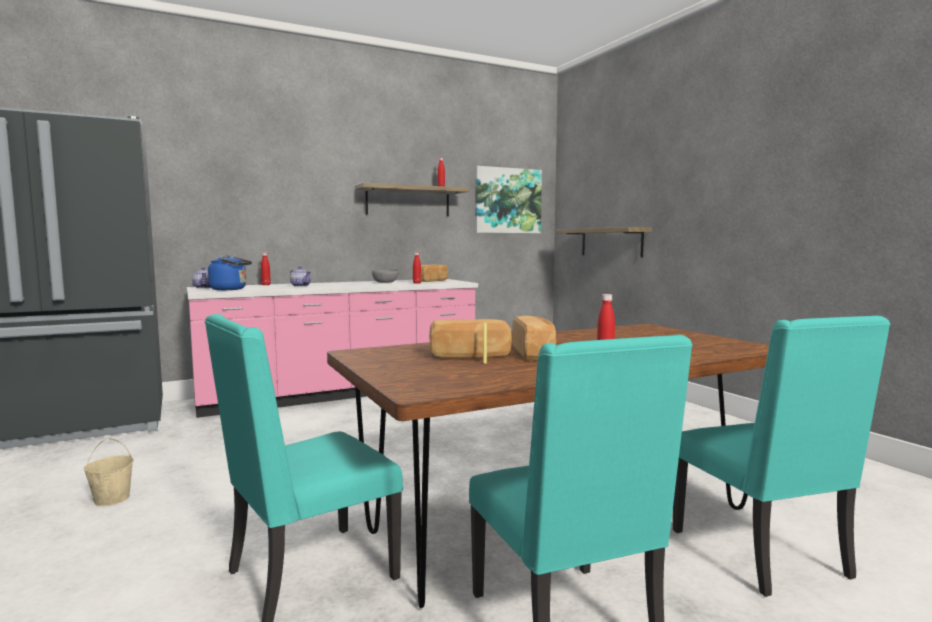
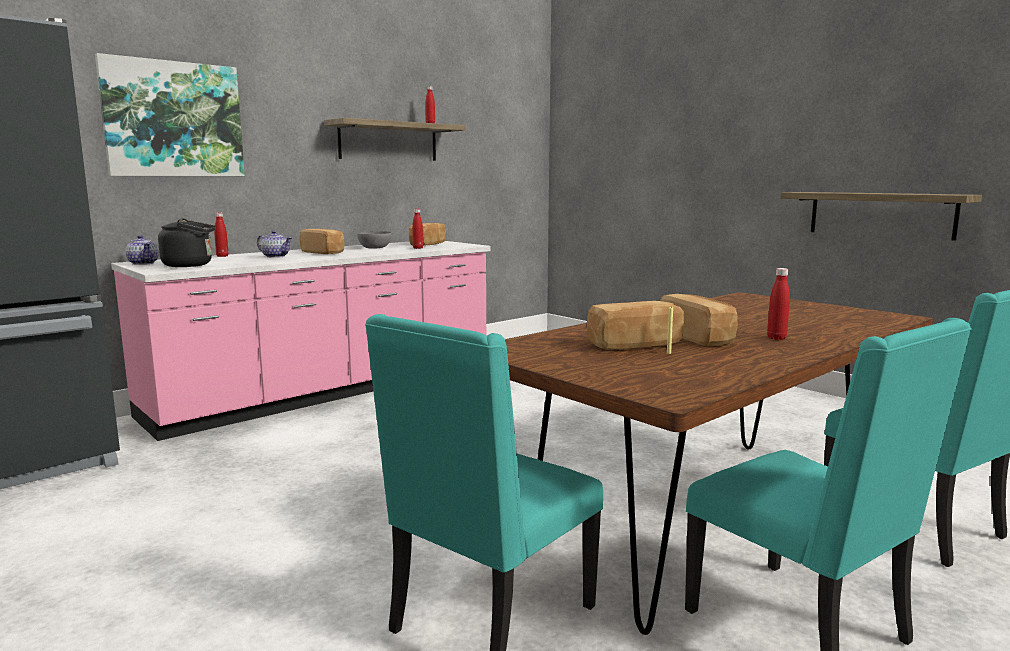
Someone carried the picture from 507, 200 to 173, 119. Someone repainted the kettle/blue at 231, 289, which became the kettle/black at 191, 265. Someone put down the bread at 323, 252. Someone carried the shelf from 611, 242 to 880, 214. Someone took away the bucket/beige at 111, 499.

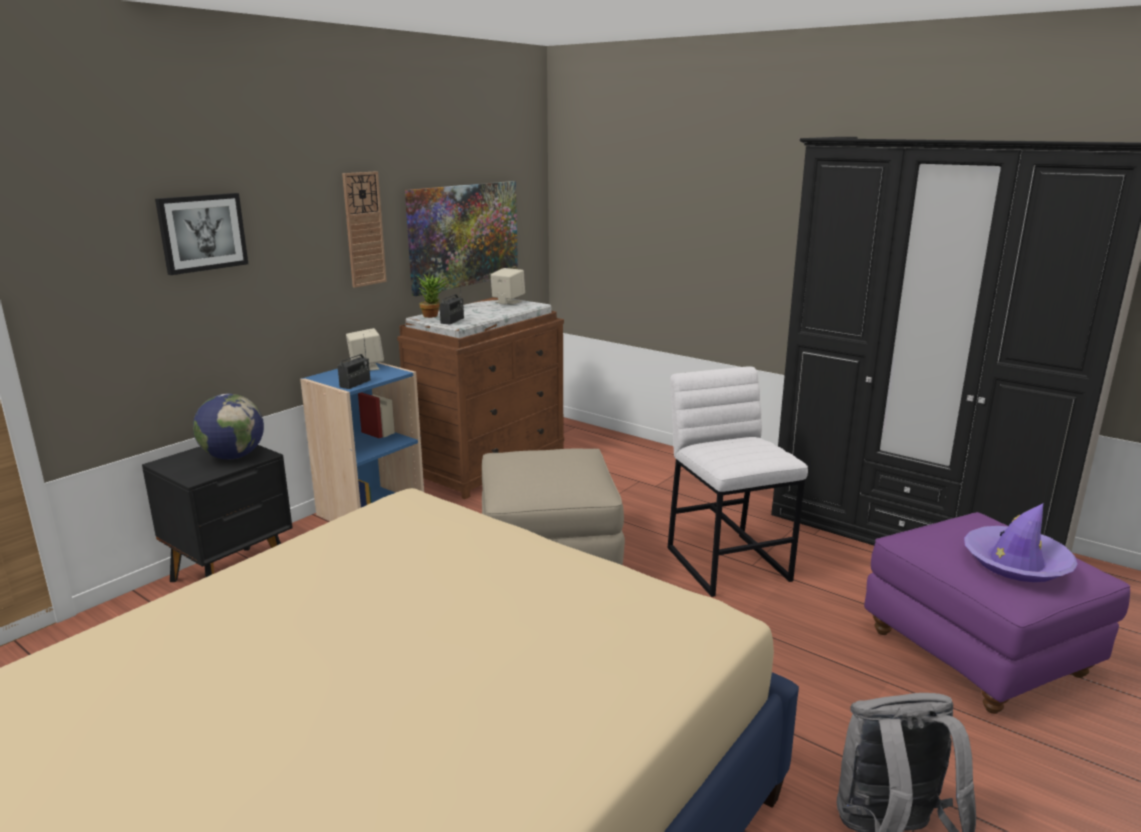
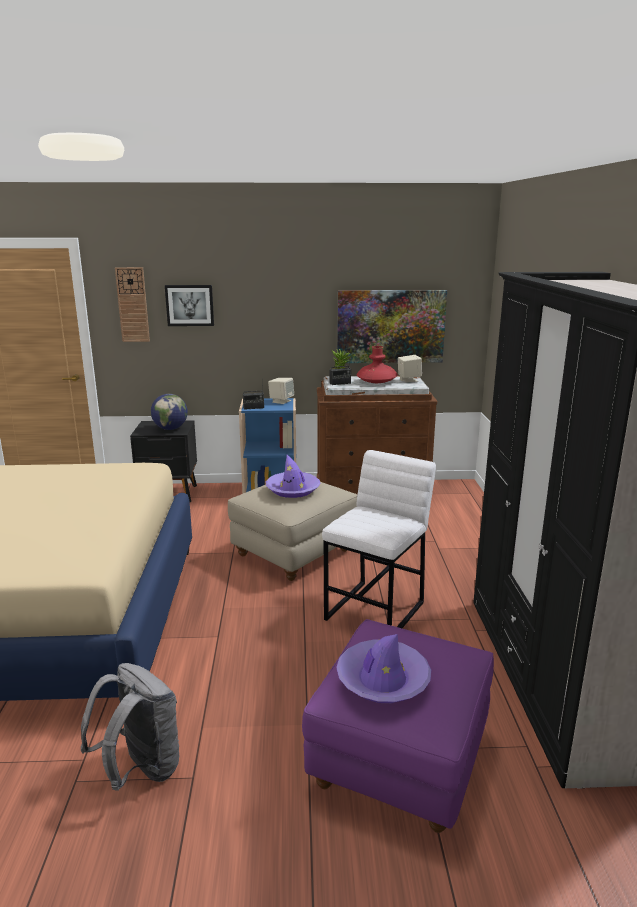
Someone carried the wall clock from 364, 229 to 132, 305. Someone put down the hat/purple at 293, 489. Someone put down the vase/red at 376, 382.

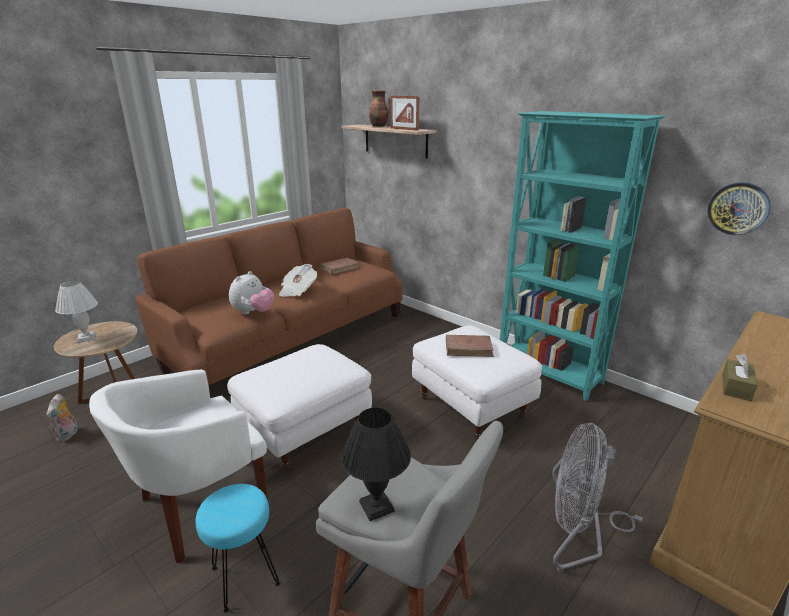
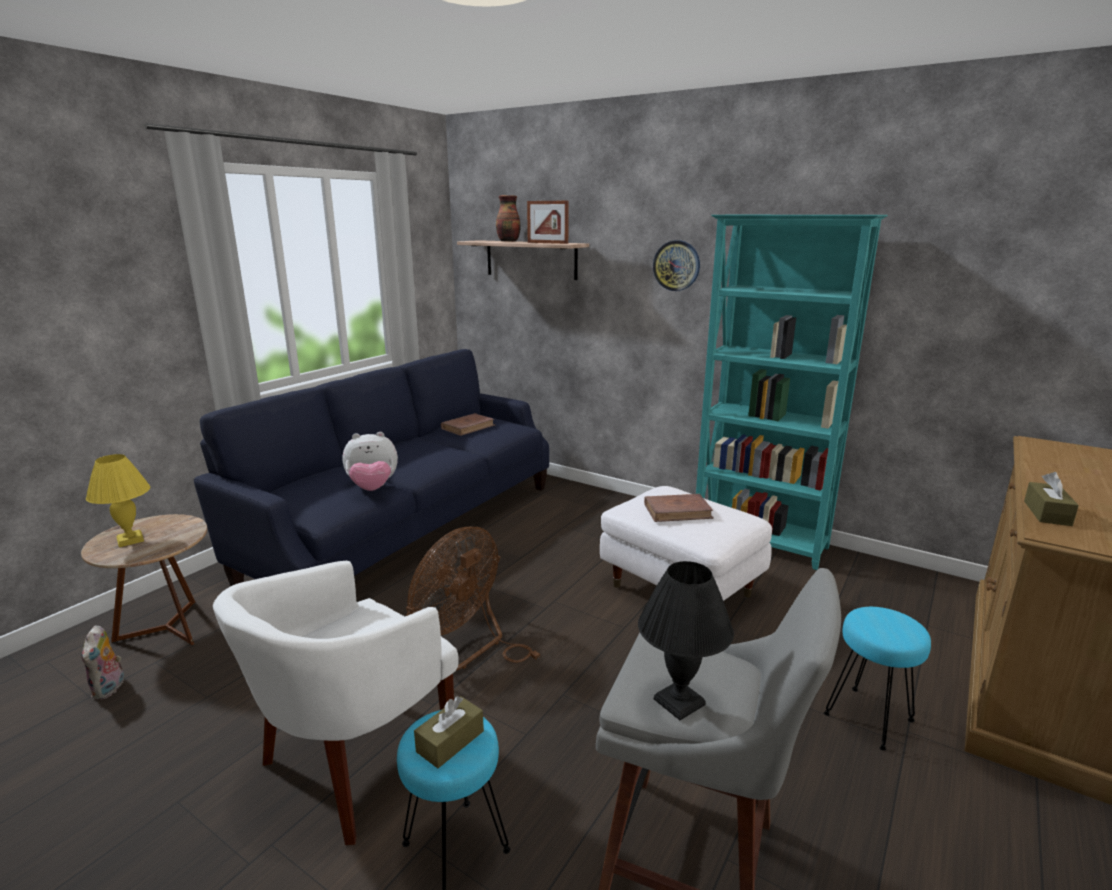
Someone repainted the table lamp/white at 86, 338, which became the table lamp/yellow at 129, 540. Someone repainted the sofa/brown at 289, 339, which became the sofa/blue at 406, 528. Someone rotated the plush toy at 253, 312 by 60 degrees clockwise. Someone swapped the ottoman/white at 304, 432 for the fan/brown at 471, 646. Someone put down the tissue box/brown at 450, 741. Someone carried the wall clock from 738, 208 to 676, 265. Someone swapped the fan/grey at 581, 526 for the stool/turquoise at 869, 718. Someone took away the newspaper at 297, 291.

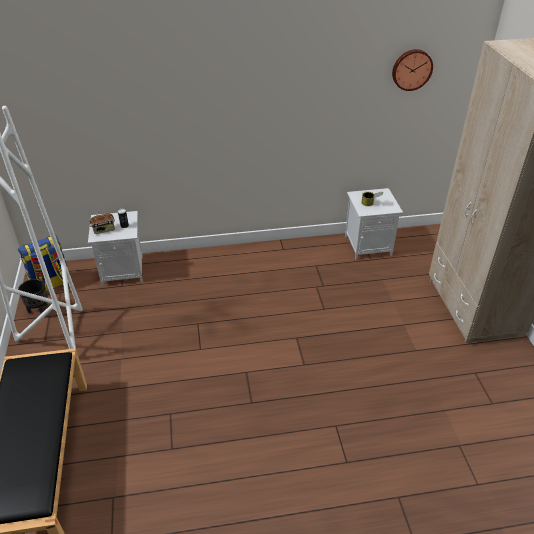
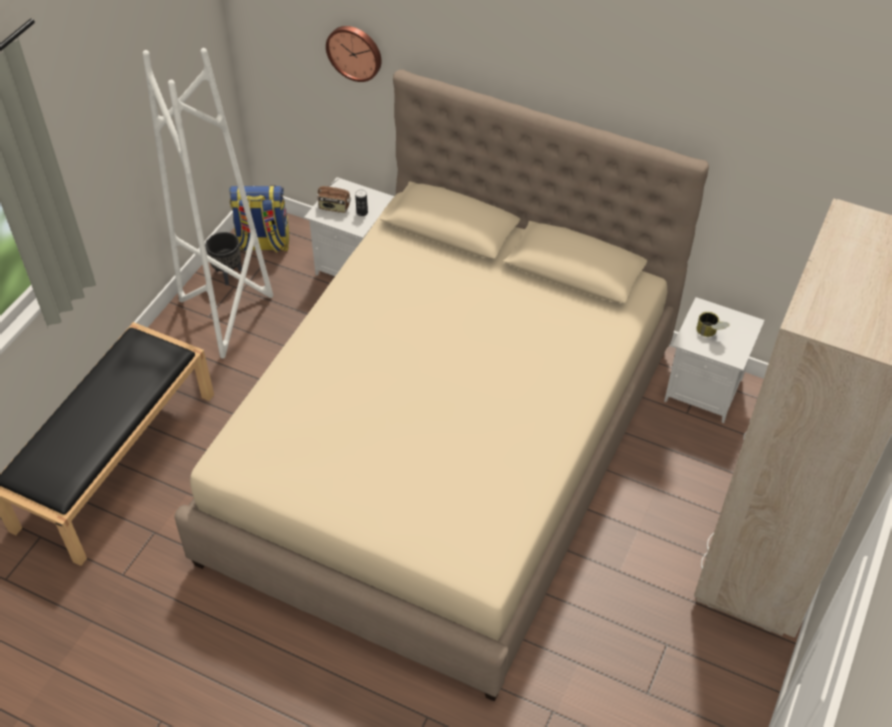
Someone put down the bed/beige at 447, 451. Someone carried the wall clock from 411, 69 to 355, 52.

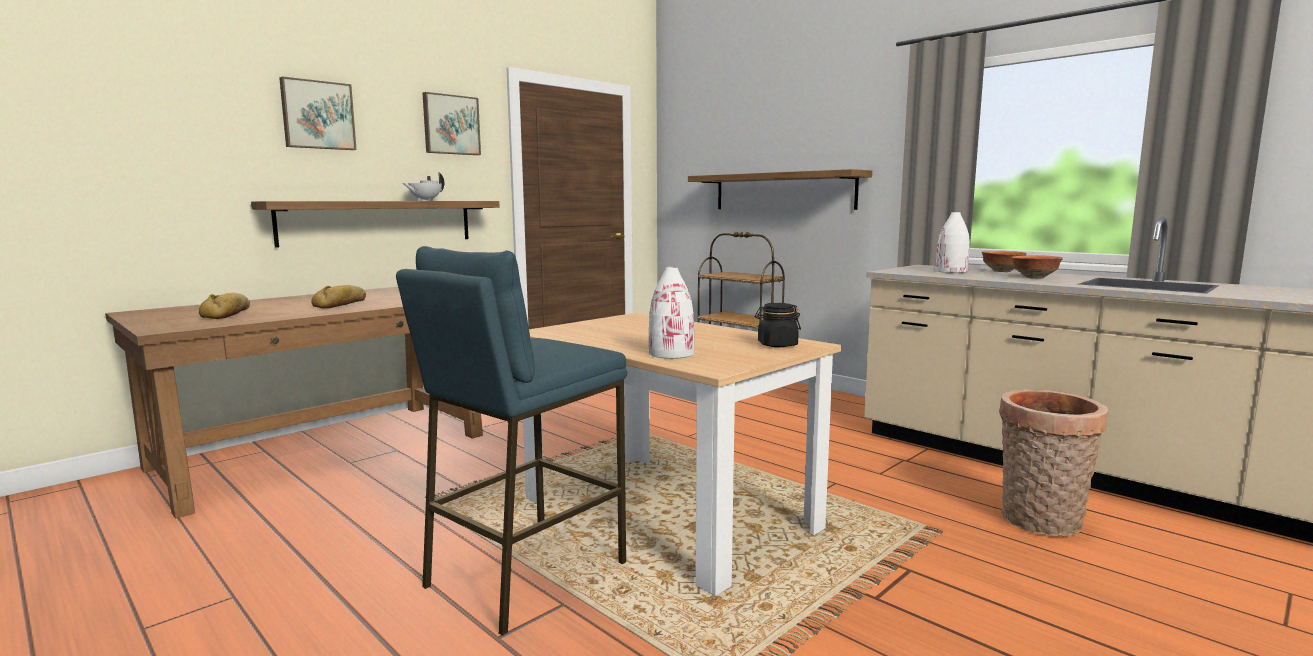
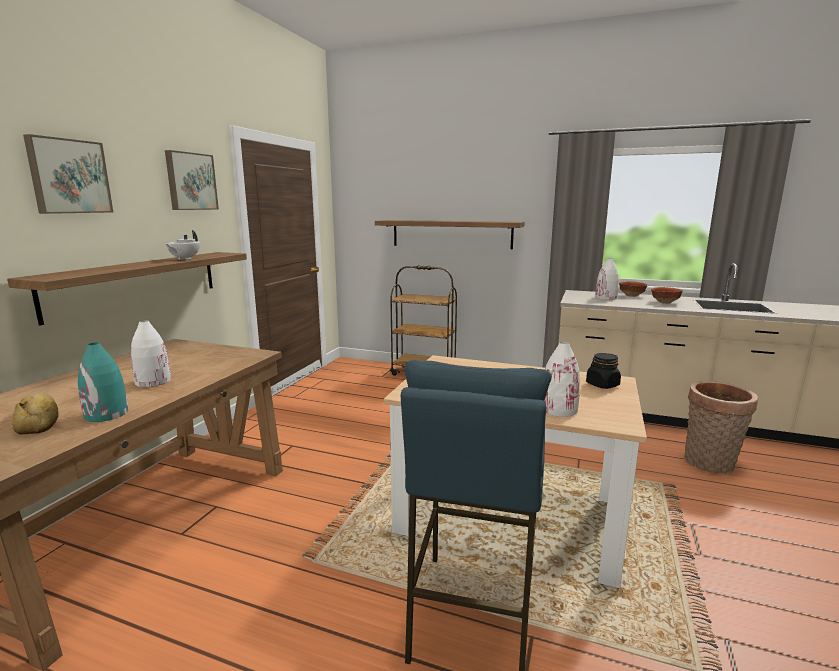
Someone put down the vase/turquoise at 106, 414. Someone swapped the bread at 342, 304 for the vase/white at 152, 381.

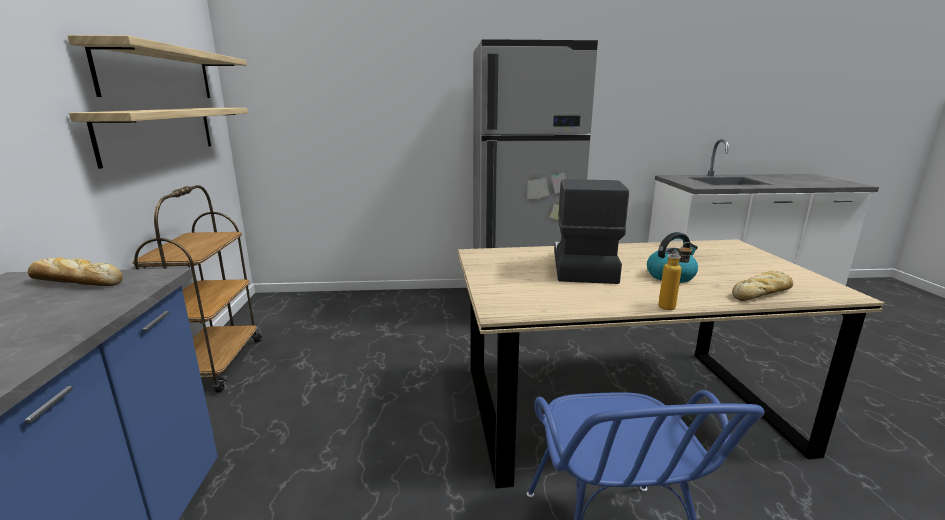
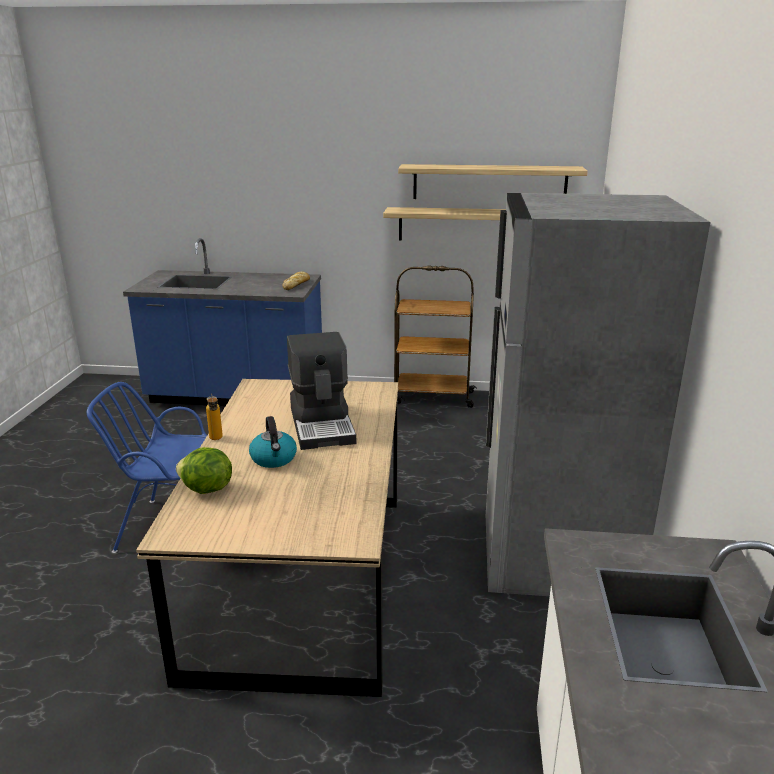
Someone swapped the bread at 762, 293 for the lettuce at 206, 490. Someone rotated the coffee machine at 582, 266 by 60 degrees clockwise.

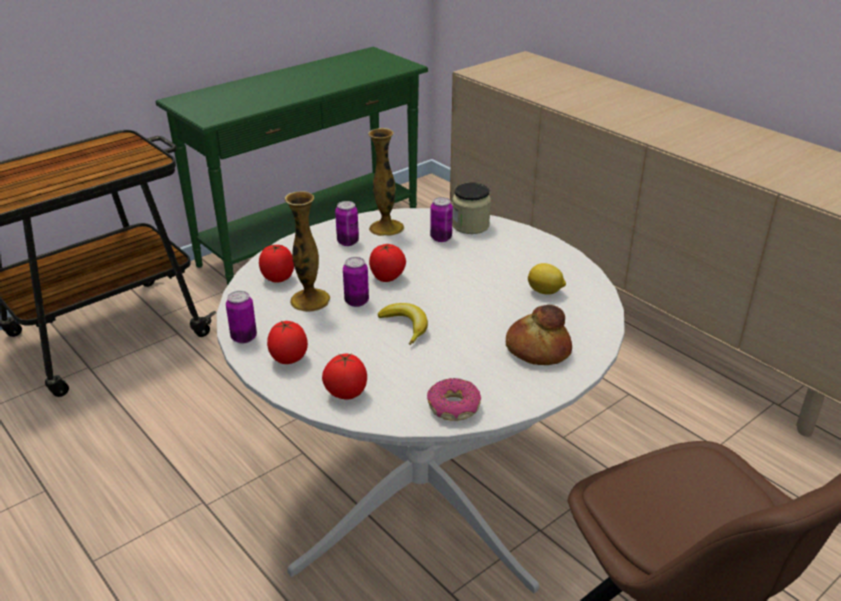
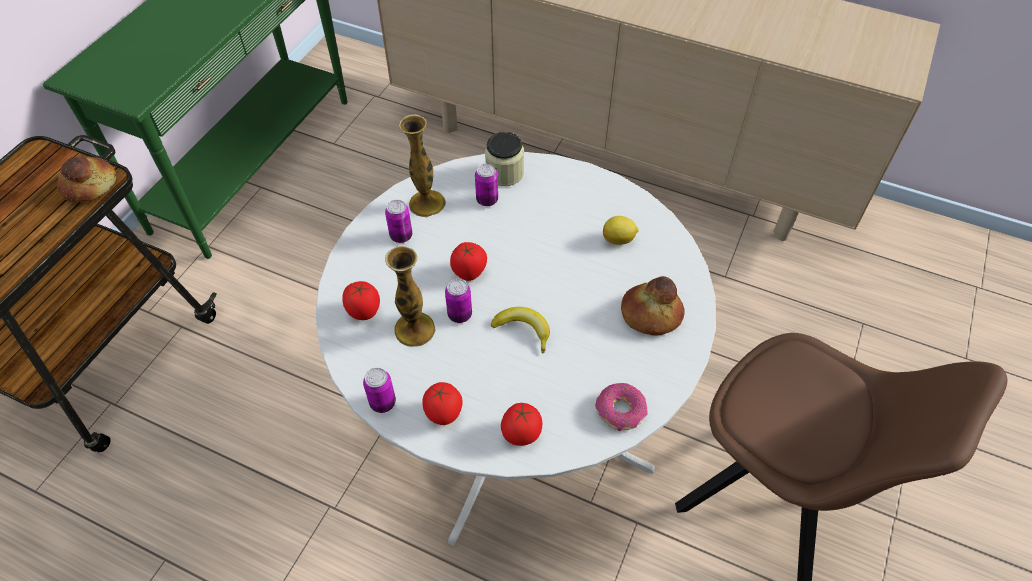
Someone put down the bread at 89, 185.

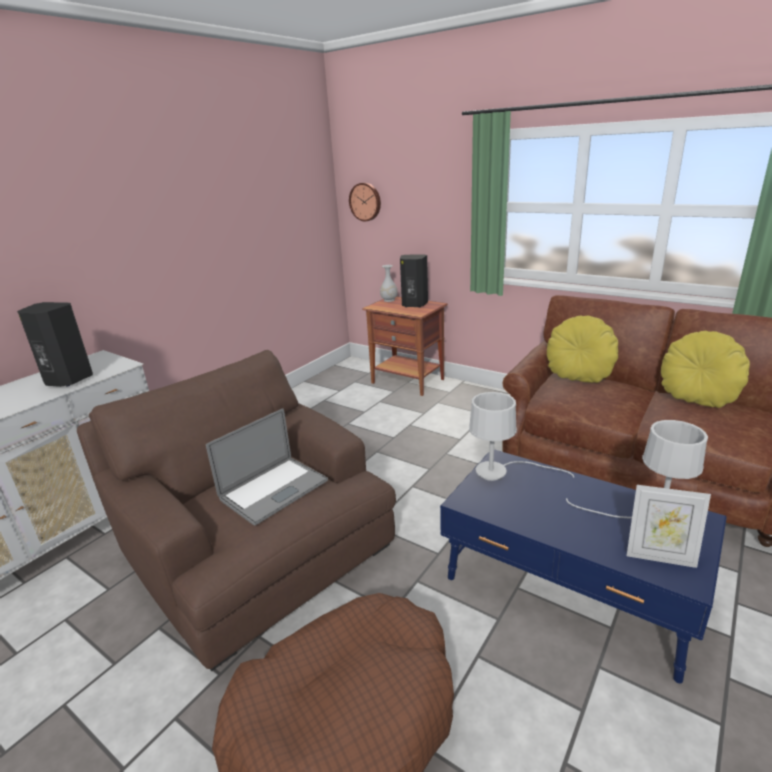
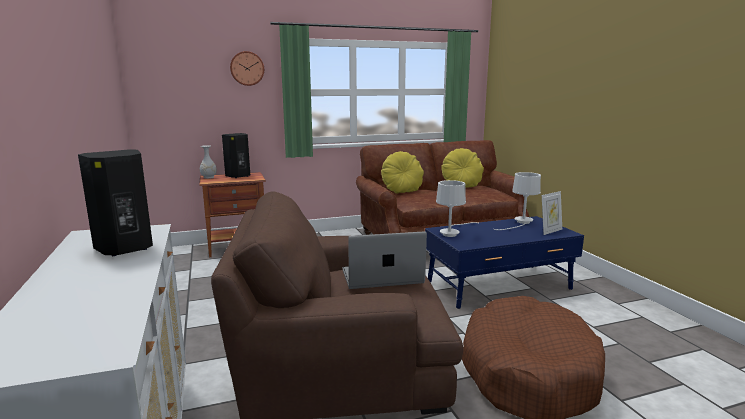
Someone carried the wall clock from 365, 201 to 247, 68. Someone rotated the laptop at 274, 489 by 90 degrees counterclockwise.

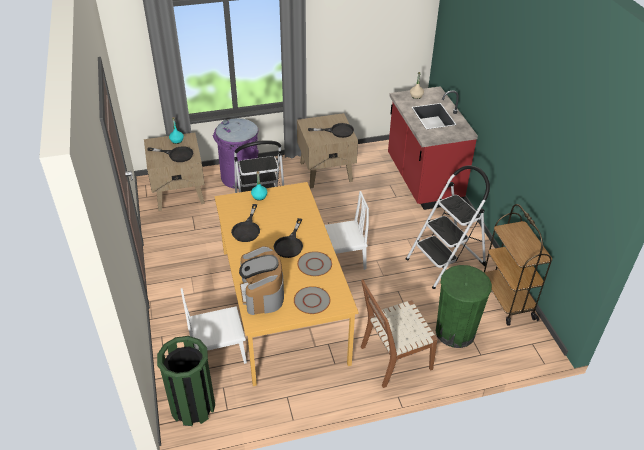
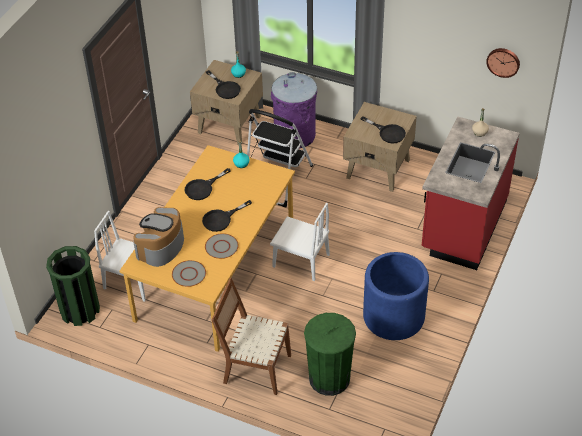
Someone swapped the step ladder at 447, 262 for the planter/blue at 393, 317. Someone put up the wall clock at 503, 61. Someone took away the cart/brown at 507, 298.

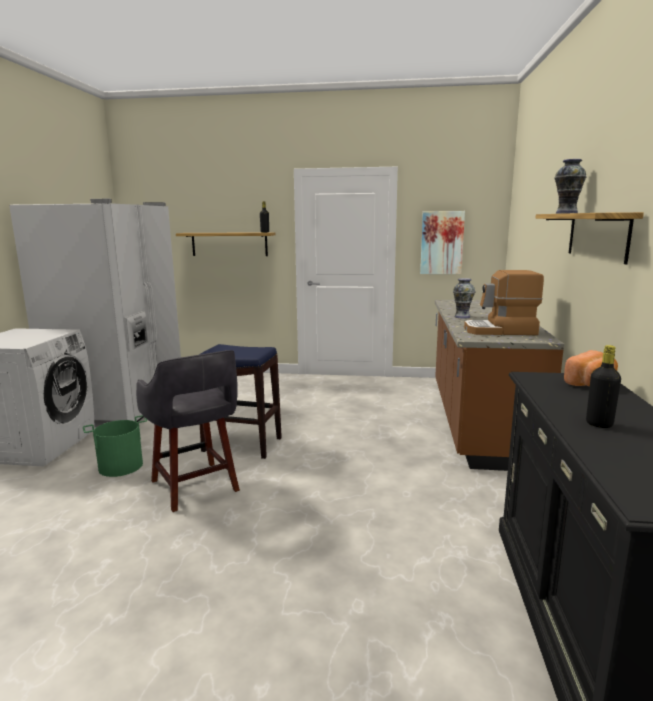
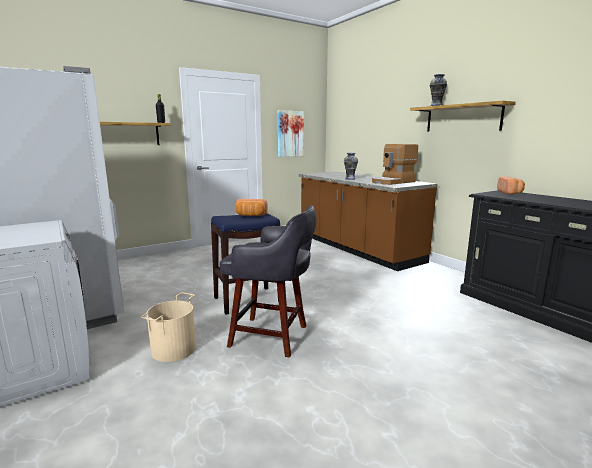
Someone repainted the bucket/green at 120, 466, which became the bucket/beige at 173, 349. Someone put down the bread at 251, 215. Someone took away the bottle/black at 599, 424.

